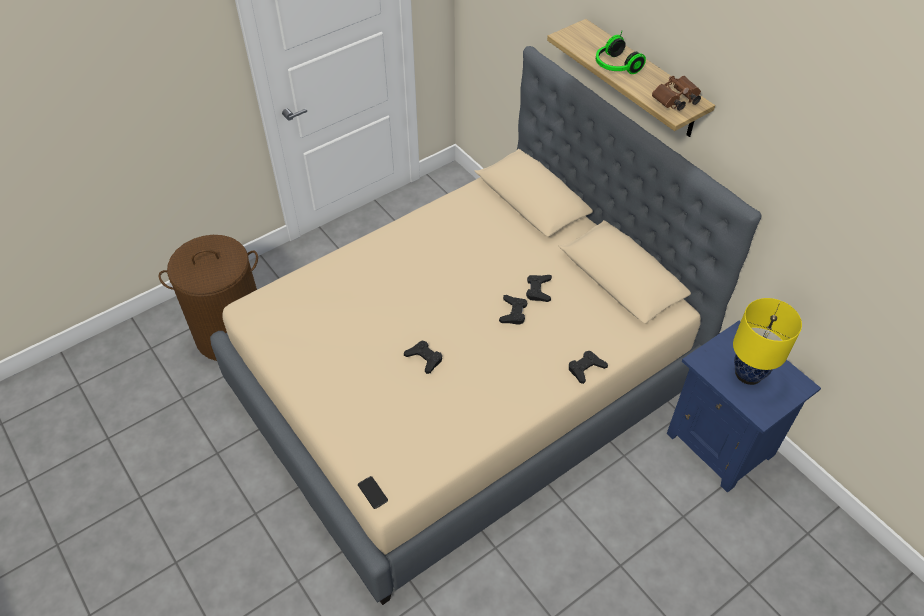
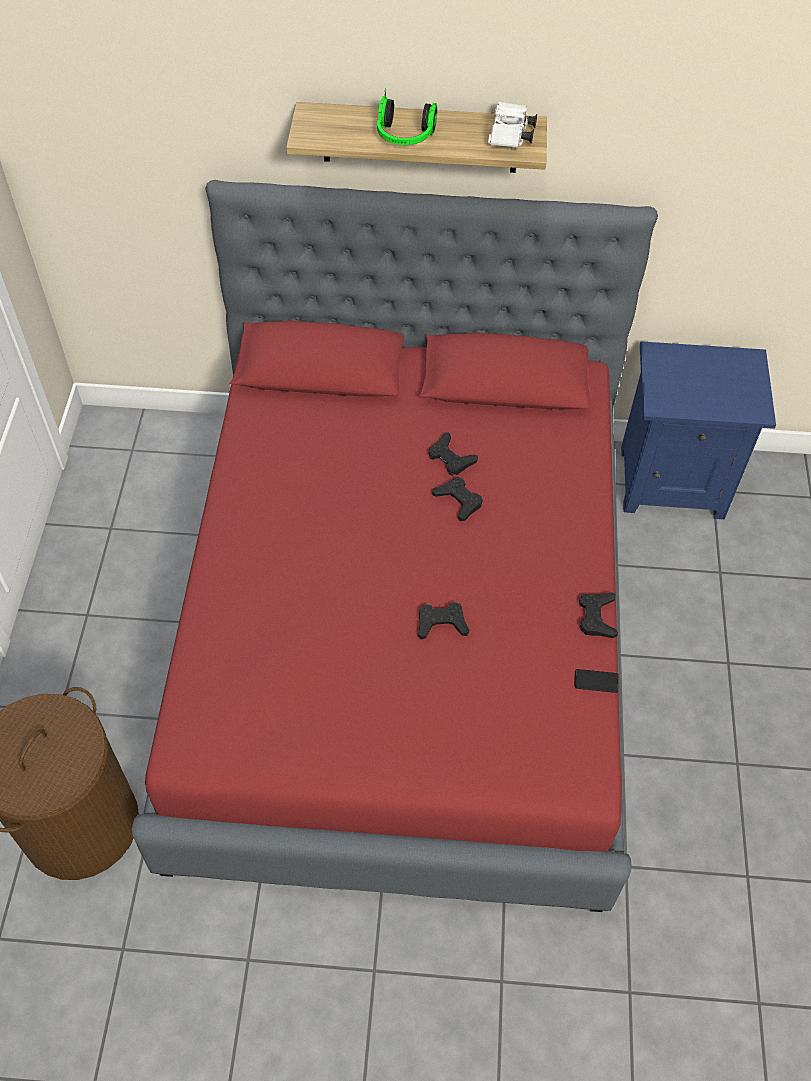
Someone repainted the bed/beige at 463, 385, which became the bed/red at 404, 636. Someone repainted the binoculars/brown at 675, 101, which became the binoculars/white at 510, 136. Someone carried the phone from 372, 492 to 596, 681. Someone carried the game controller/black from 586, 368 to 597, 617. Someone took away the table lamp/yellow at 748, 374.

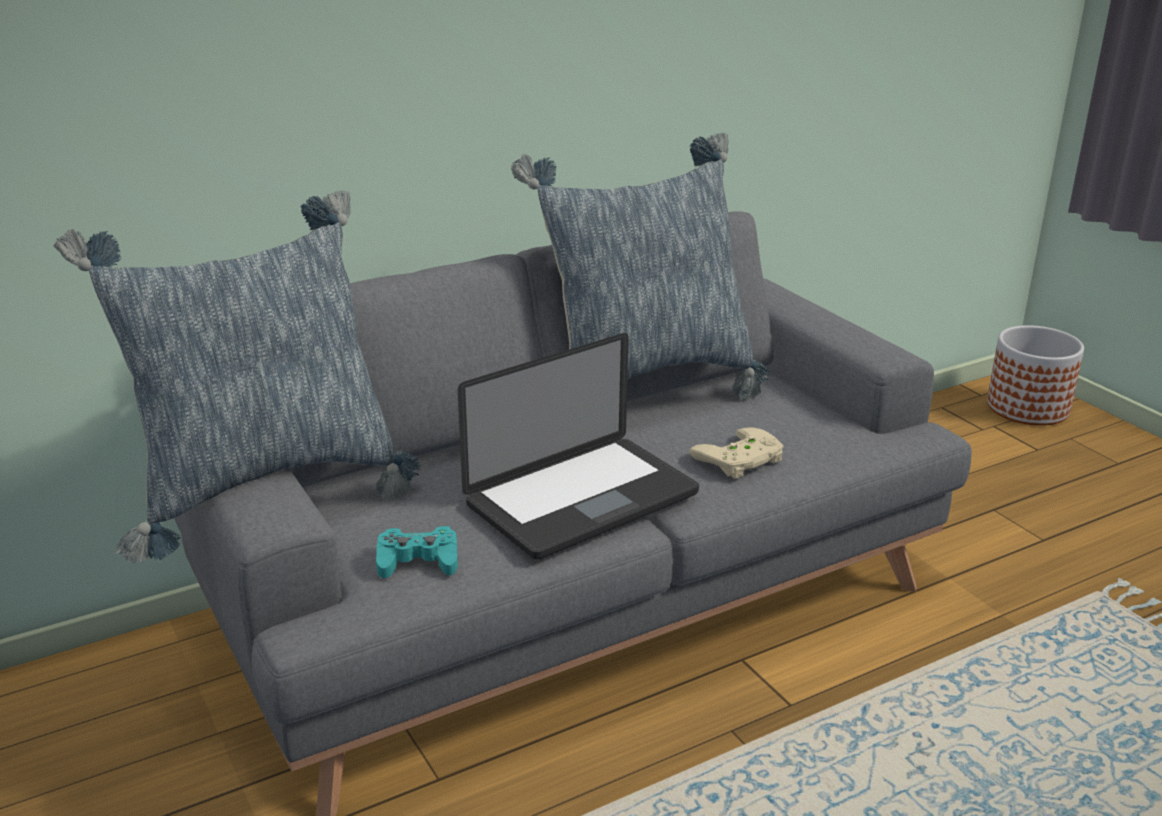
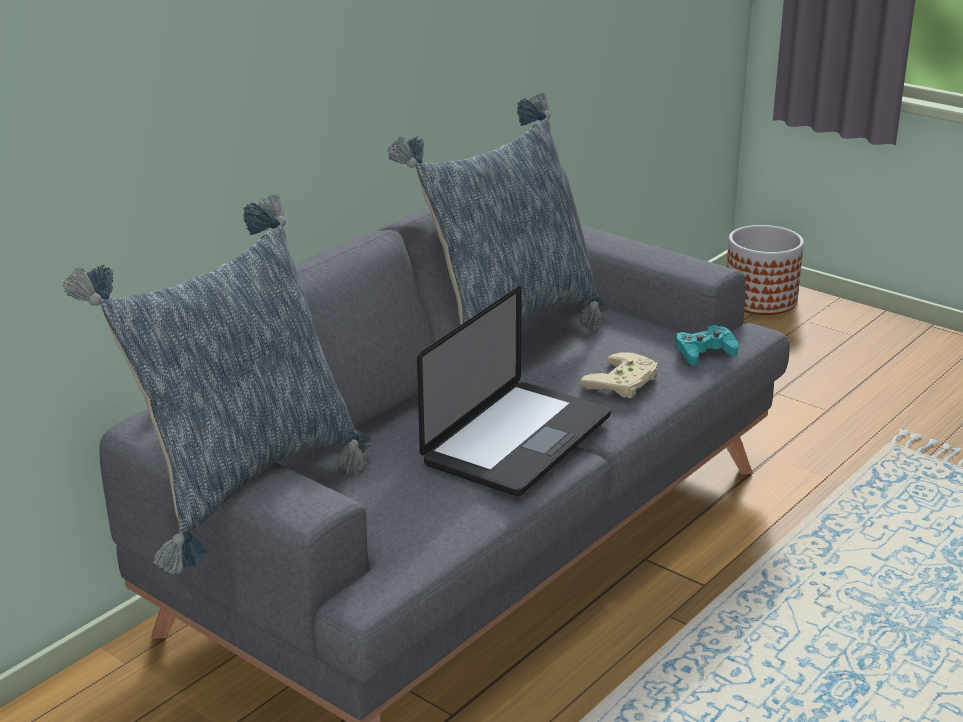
Someone carried the game controller/turquoise from 418, 561 to 704, 352.

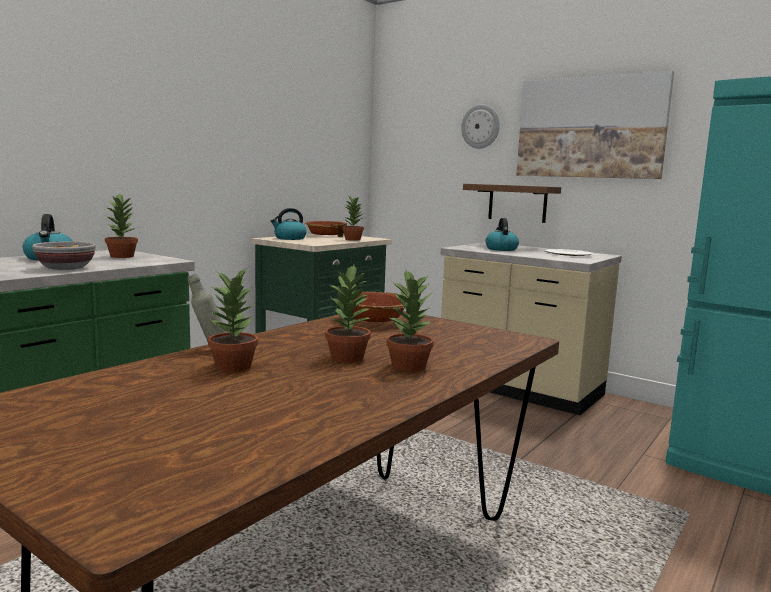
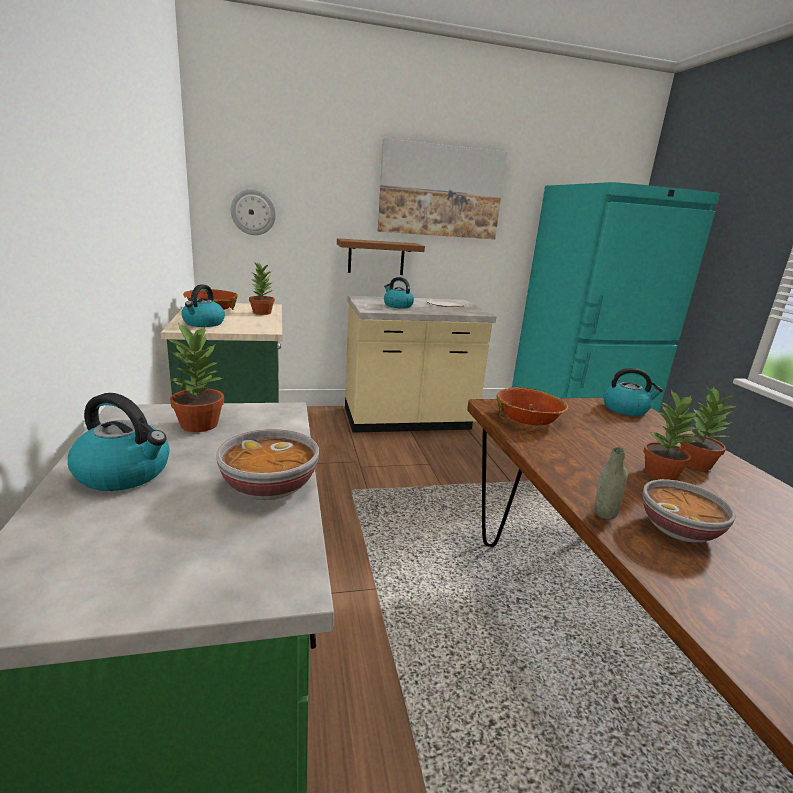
Someone carried the wall clock from 480, 126 to 253, 212. Someone put down the kettle at 626, 409. Someone swapped the potted plant at 234, 367 for the bowl at 679, 529.

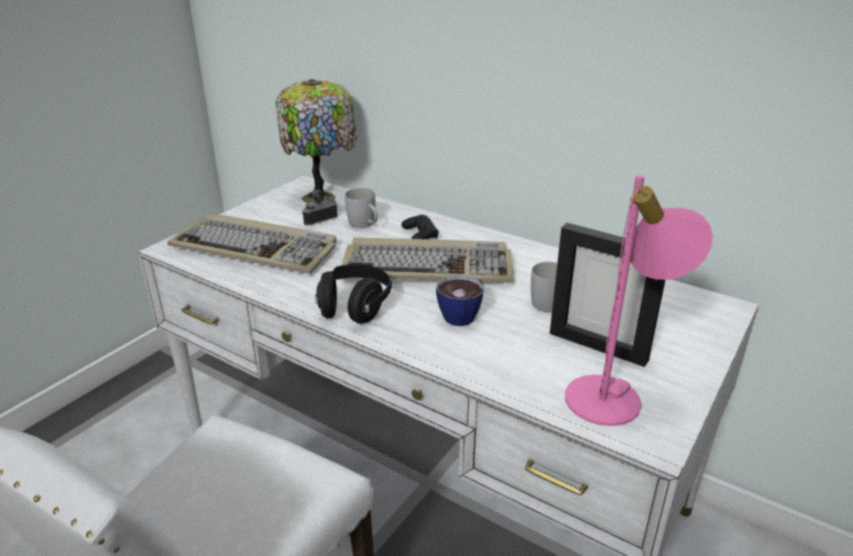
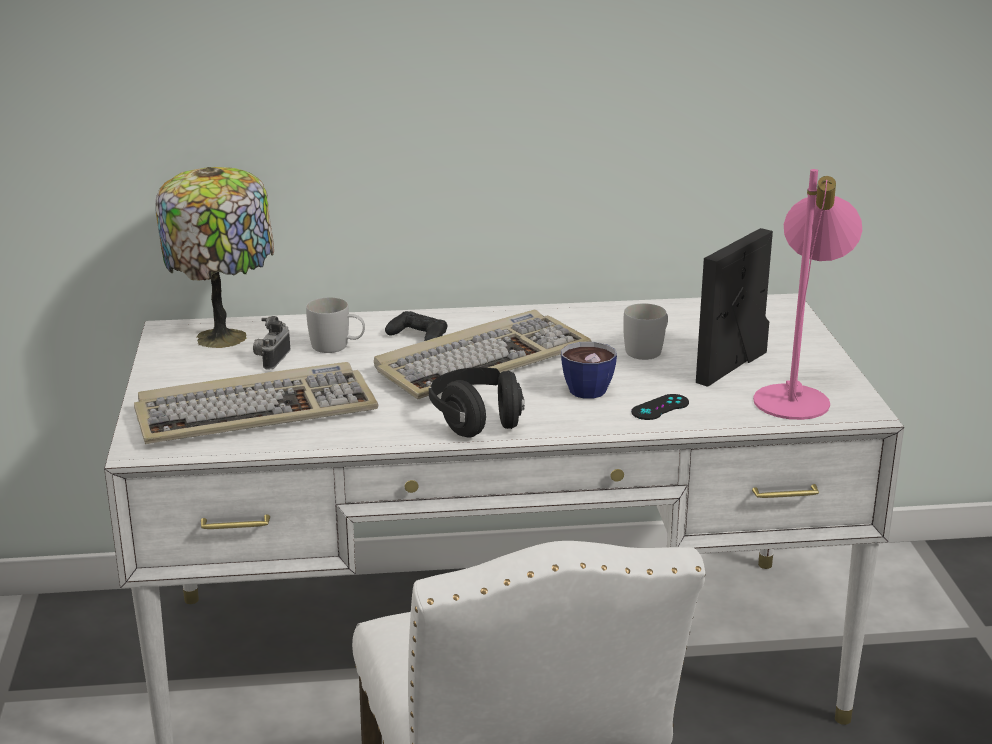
Someone put down the game controller/black at 660, 407. Someone rotated the picture frame at 598, 345 by 135 degrees clockwise.

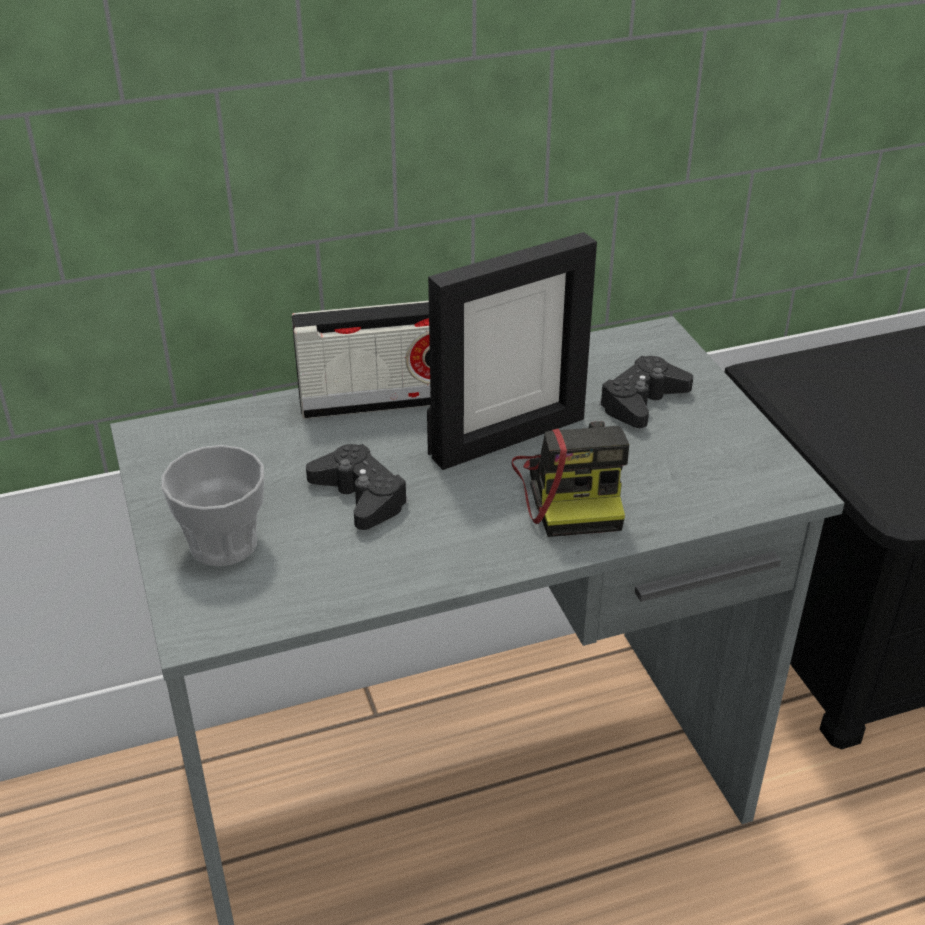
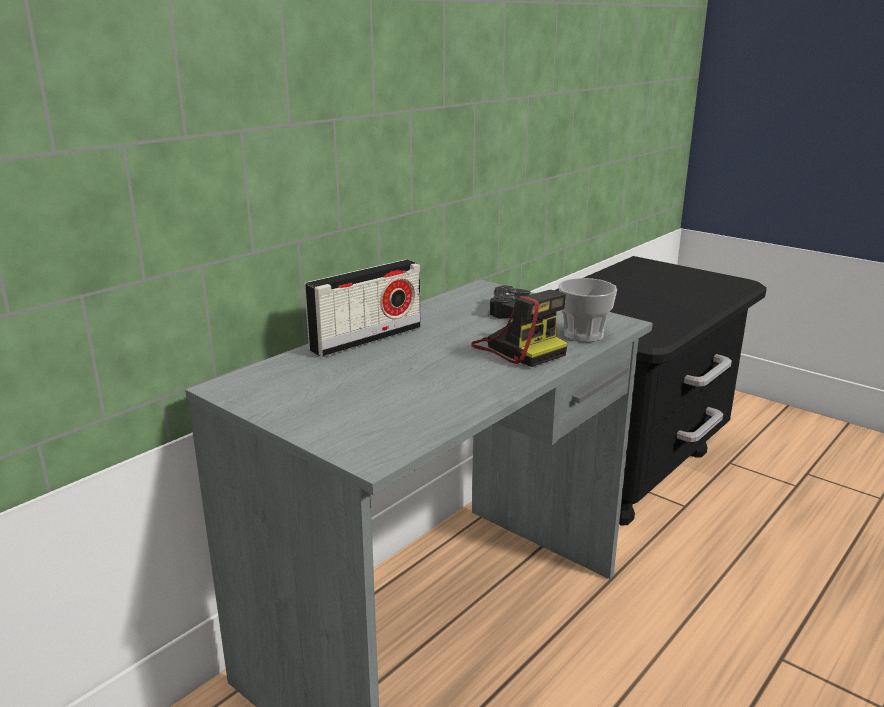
Someone carried the cup from 223, 544 to 583, 335. Someone took away the game controller/black at 360, 496. Someone took away the picture frame at 507, 436.

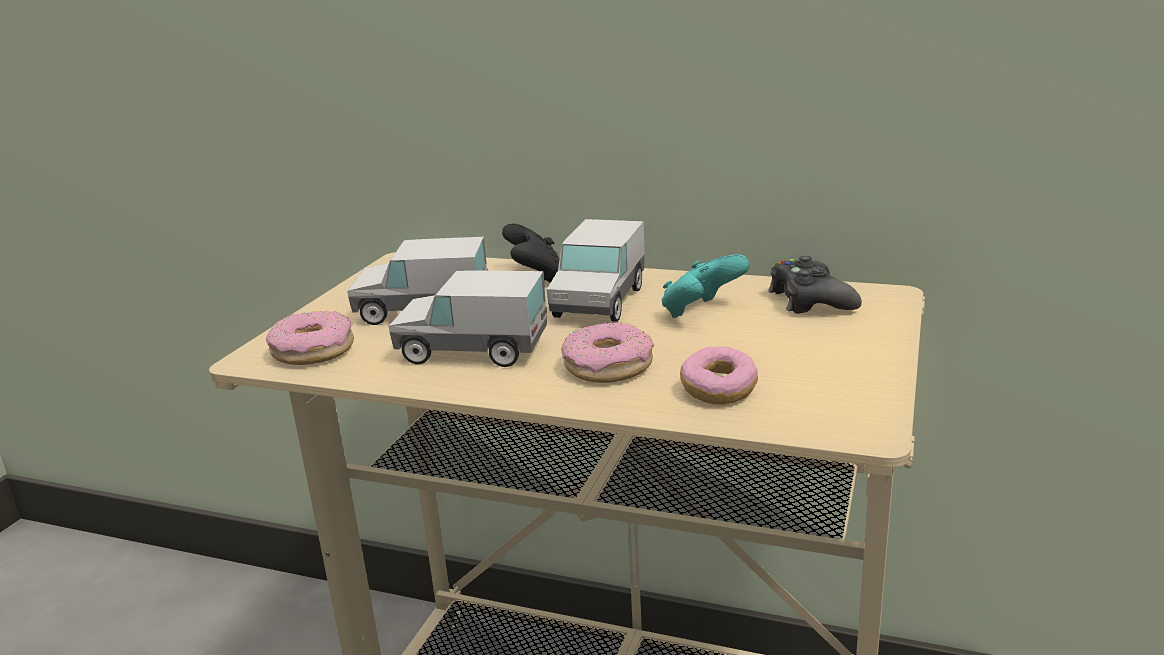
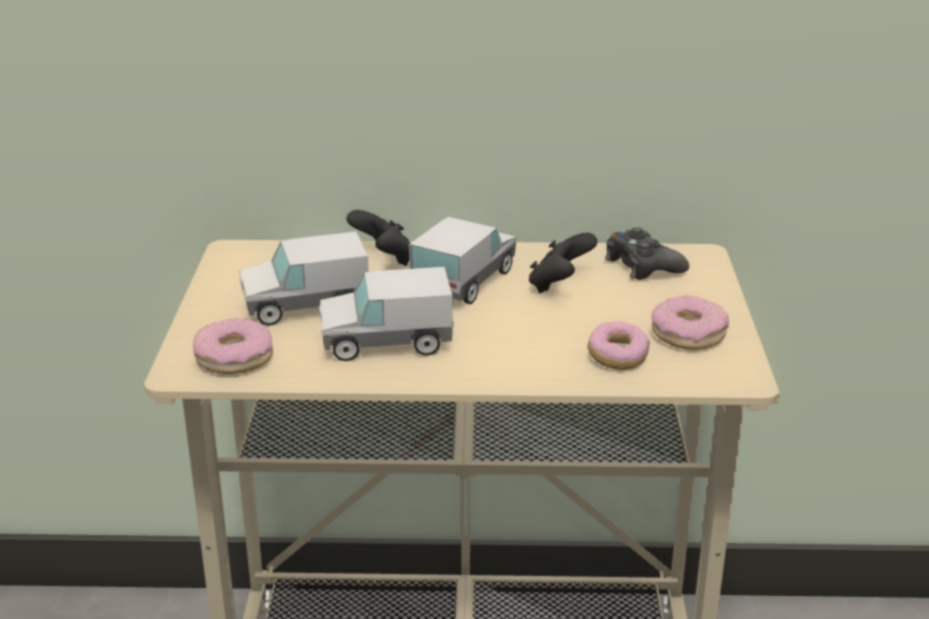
Someone rotated the toy truck at 599, 302 by 150 degrees counterclockwise. Someone repainted the game controller/turquoise at 701, 312, which became the game controller/black at 559, 285. Someone carried the donut from 608, 366 to 688, 334.

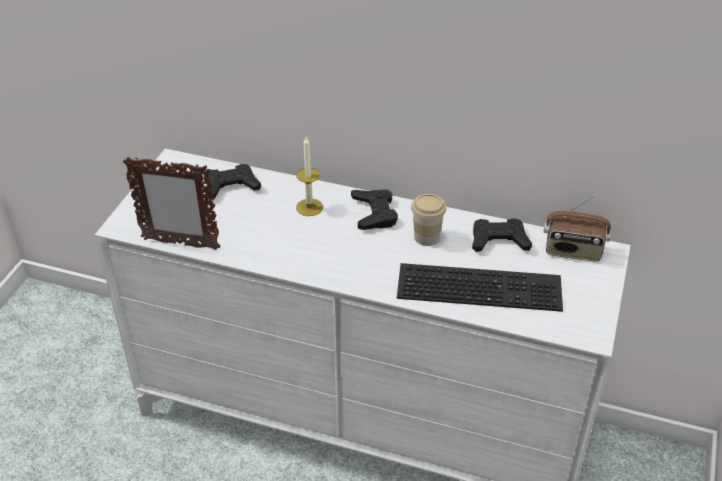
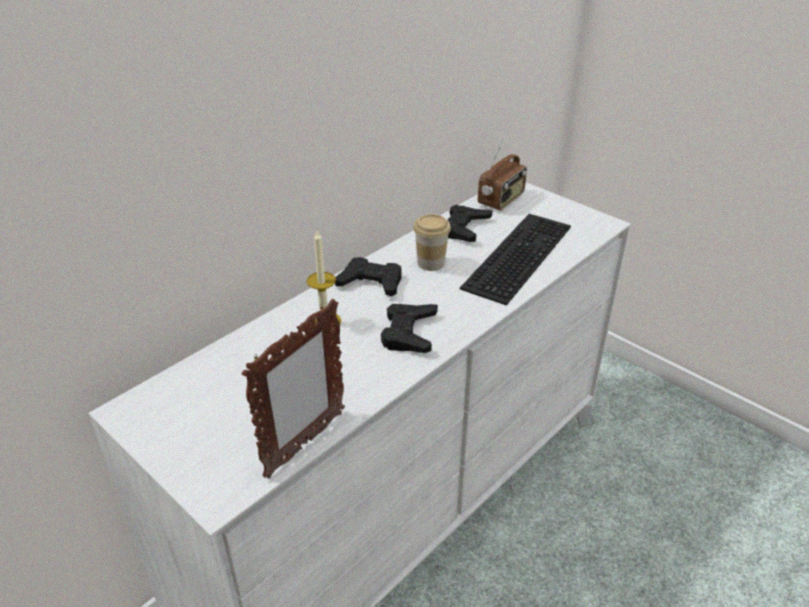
Someone carried the game controller/black from 231, 186 to 409, 333.

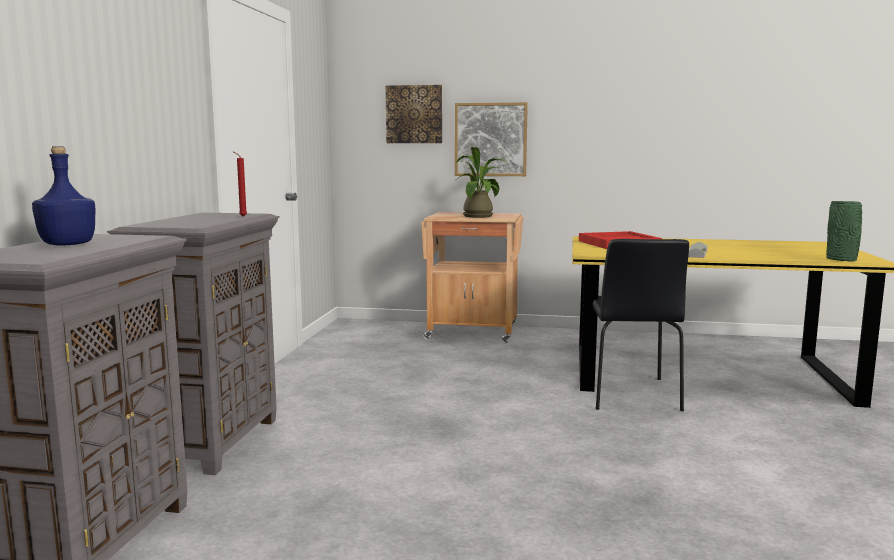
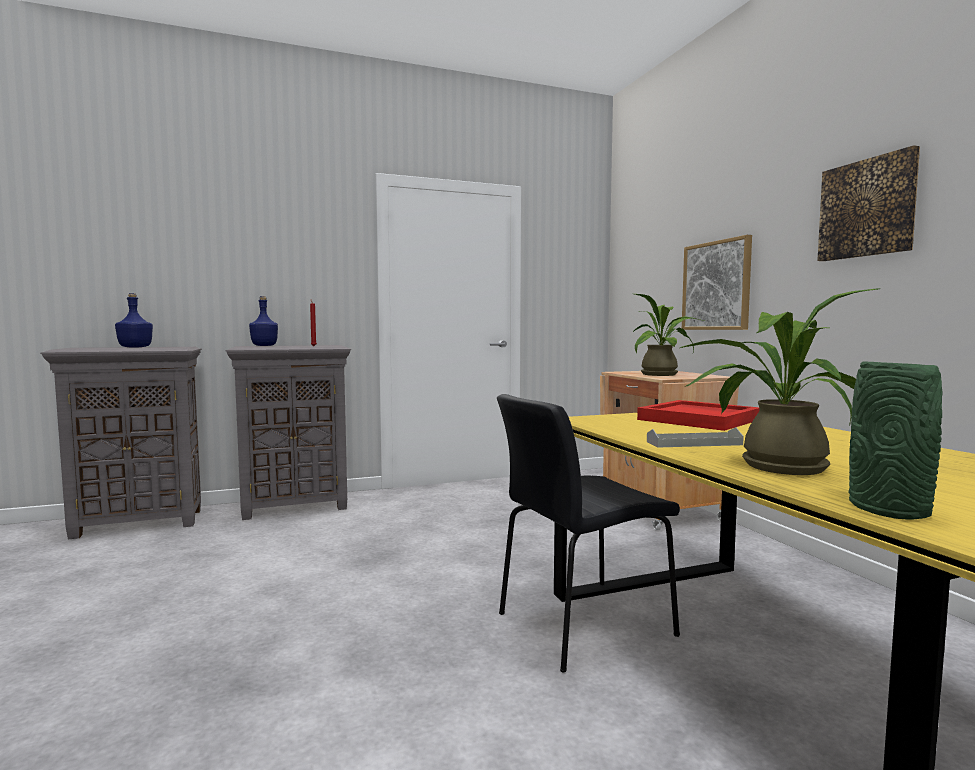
Someone put down the bottle/blue at 264, 346. Someone put down the potted plant at 773, 465. Someone carried the picture from 414, 114 to 867, 208.

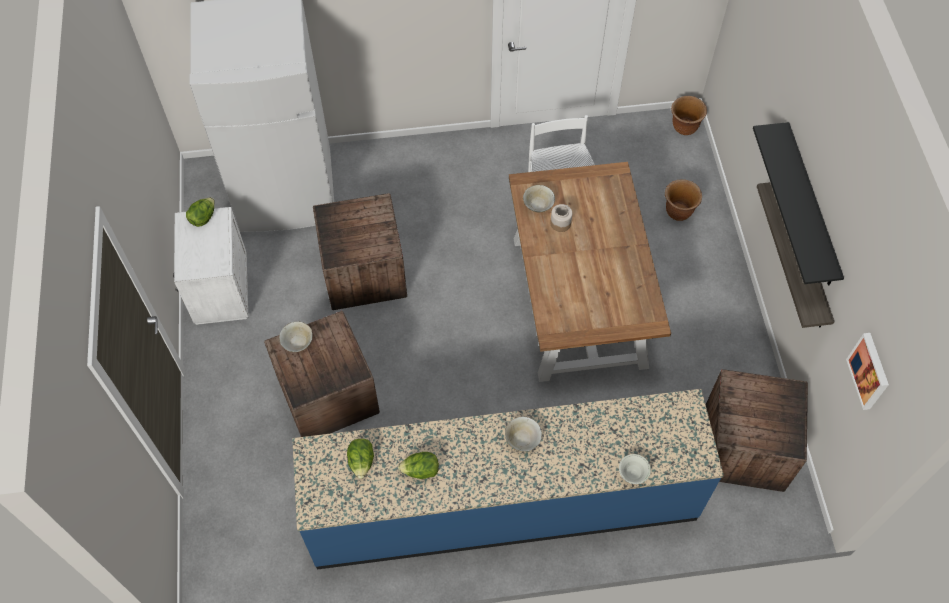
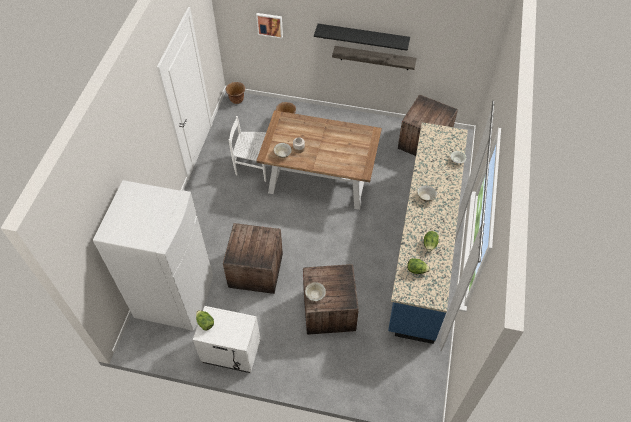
Someone carried the picture from 870, 371 to 270, 24.

